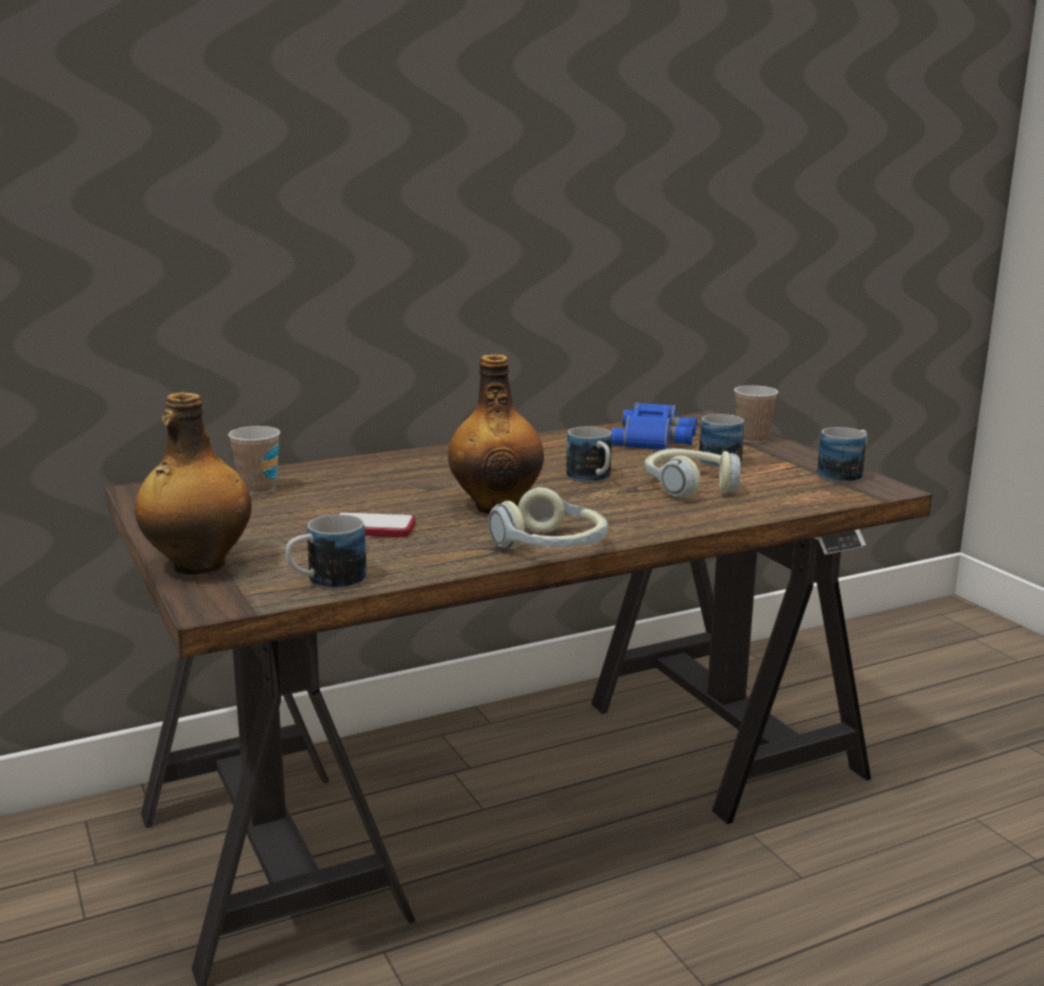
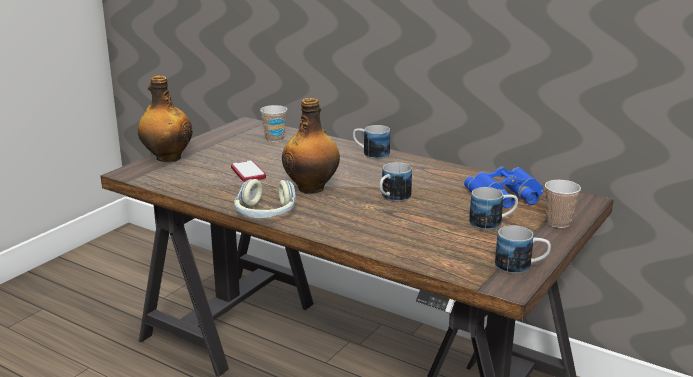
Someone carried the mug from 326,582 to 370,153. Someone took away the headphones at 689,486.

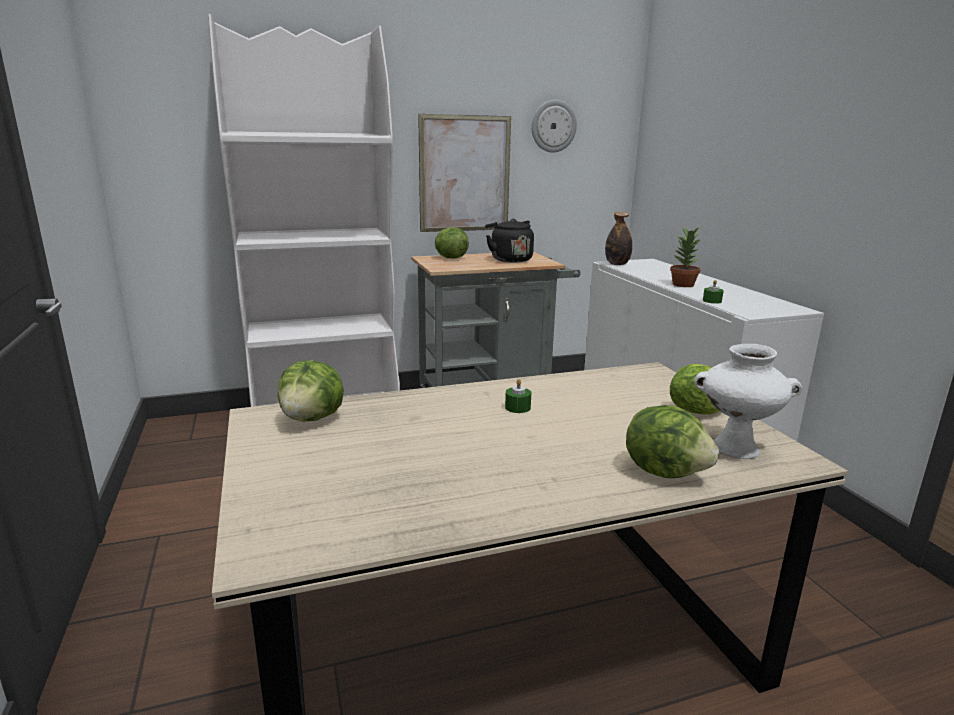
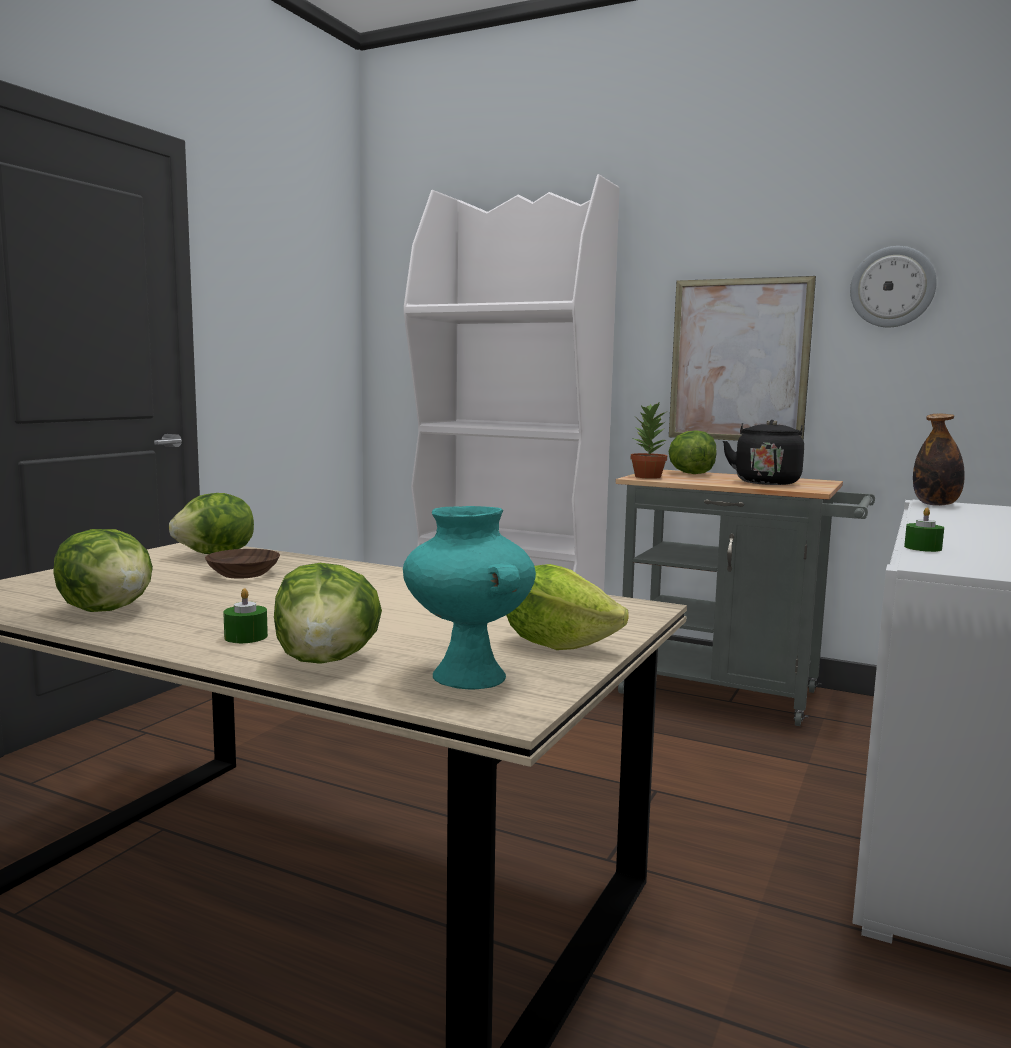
Someone carried the candle (green) from 517,407 to 246,637. Someone carried the houseplant from 683,285 to 647,477. Someone repainted the vase (whitish) at 734,448, which became the vase (turquoise-coloured) at 466,676. Someone put down the lettuce at 108,609. Someone put down the deep dish (brown-coloured) at 242,574.

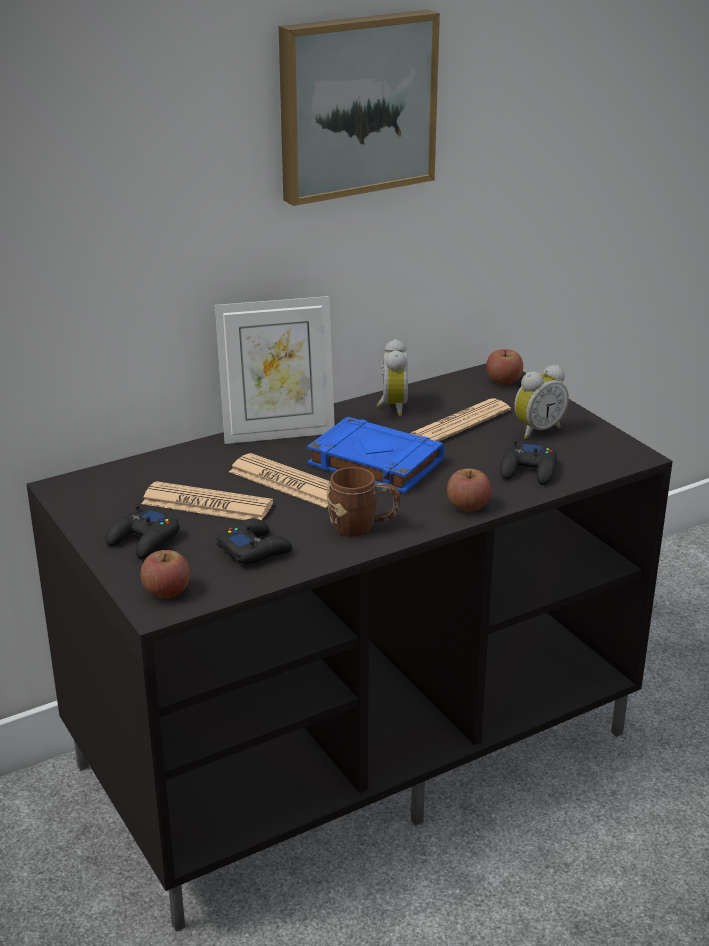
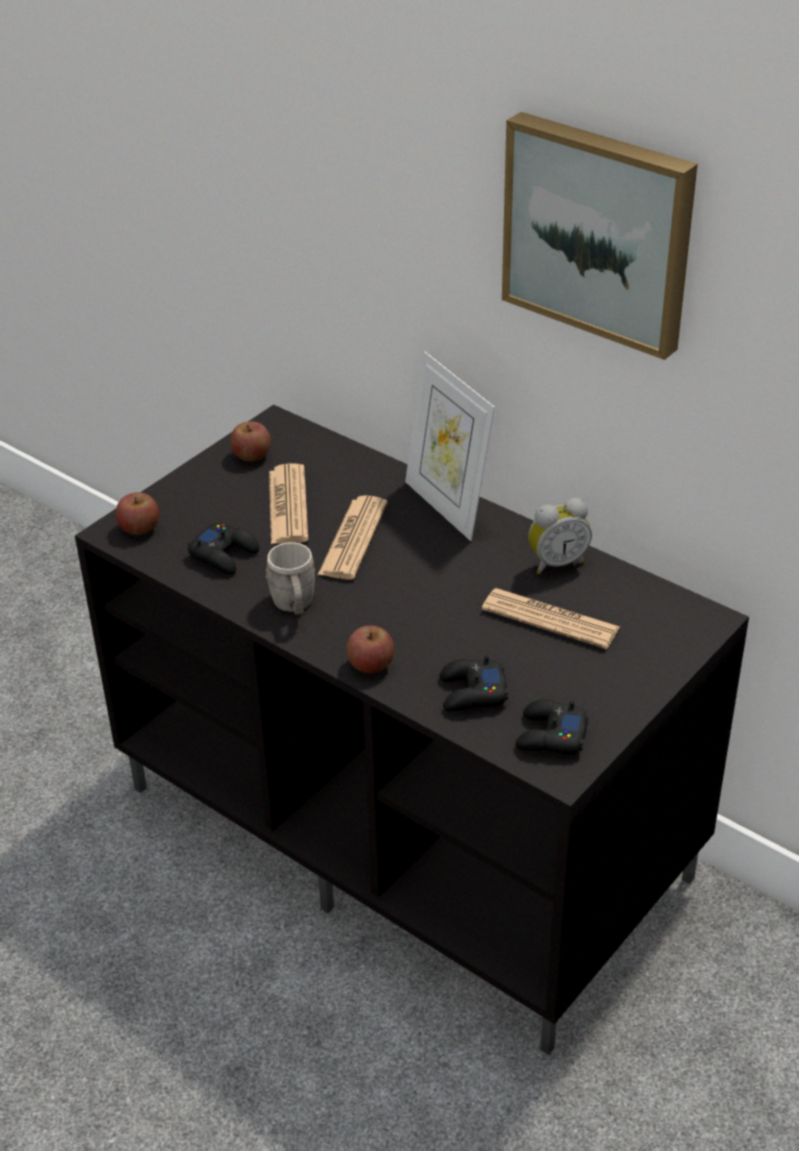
Someone carried the joypad (black) from 144,540 to 550,736. Someone took away the volume (blue-coloured) at 374,462. Someone repainted the mug (brown-coloured) at 363,527, which became the mug (gray) at 294,606. Someone carried the apple from 503,381 to 251,455. Someone took away the table clock at 536,430.

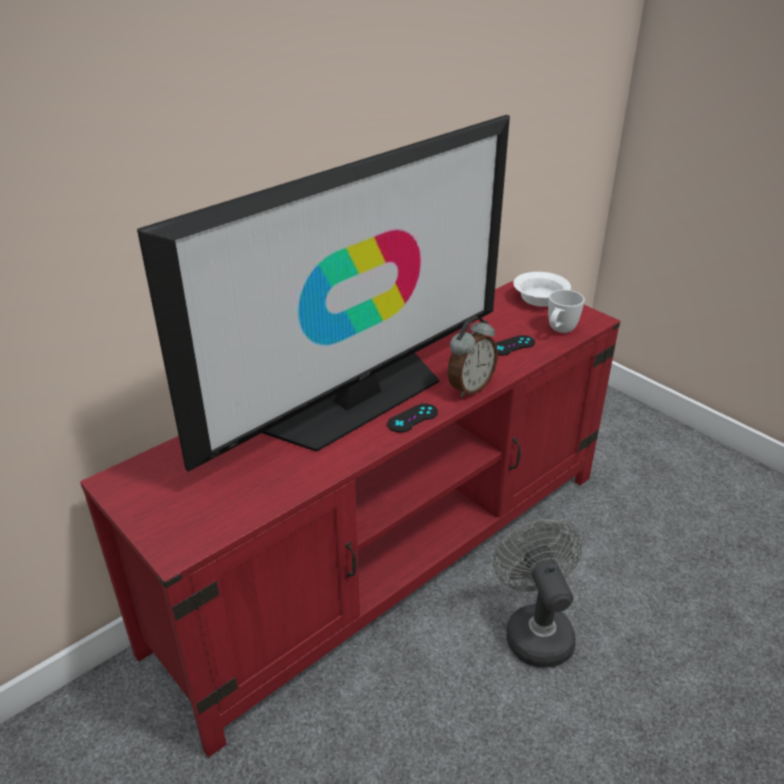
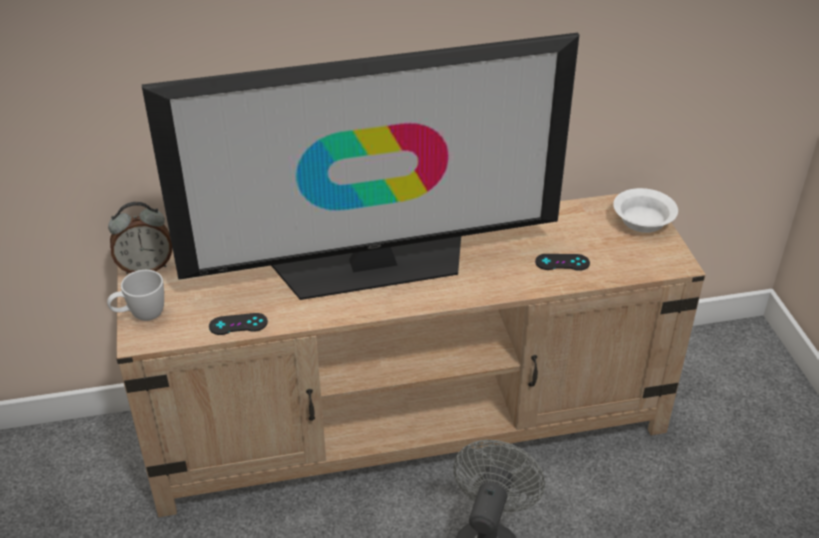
Someone repainted the tv stand (red-coloured) at 391,555, which became the tv stand (beige) at 411,424. Someone carried the joypad (black) from 412,418 to 238,324. Someone carried the table clock from 469,387 to 146,267. Someone carried the mug (whitish) from 559,331 to 140,316.

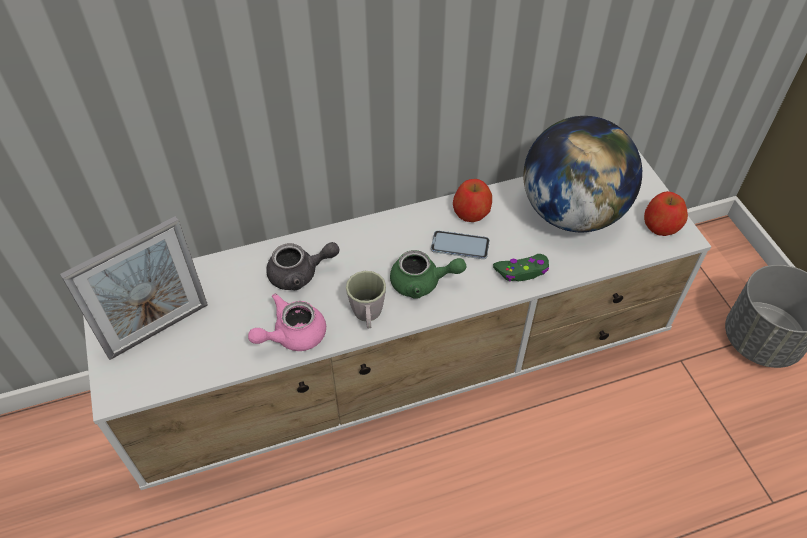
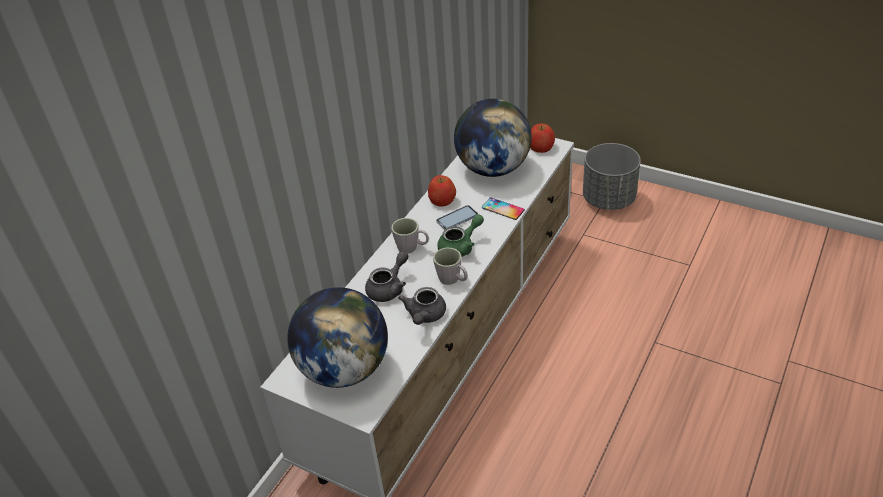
Someone swapped the photo frame at 158,330 for the world globe at 344,369. Someone repainted the pot for tea (pinkish) at 292,335, which became the pot for tea (gray) at 425,316. Someone swapped the joypad (green) at 522,271 for the telephone at 503,209. Someone put down the mug (gray) at 412,247.

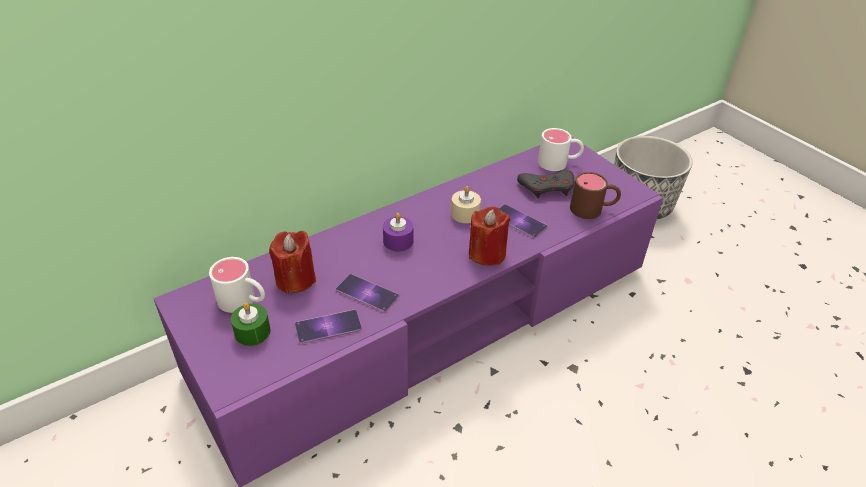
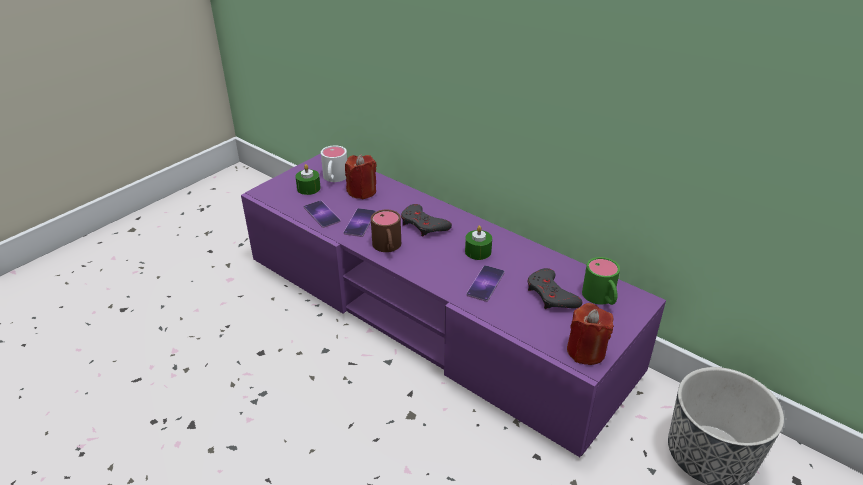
Someone swapped the candle (purple) at 398,241 for the joypad (gray) at 424,225. Someone repainted the candle (beige) at 465,214, which became the candle (green) at 478,251. Someone carried the candle (red-coloured) from 487,253 to 586,351. Someone repainted the mug (whitish) at 559,163, which became the mug (green) at 601,299. Someone carried the mug (brown-coloured) from 593,209 to 387,247.

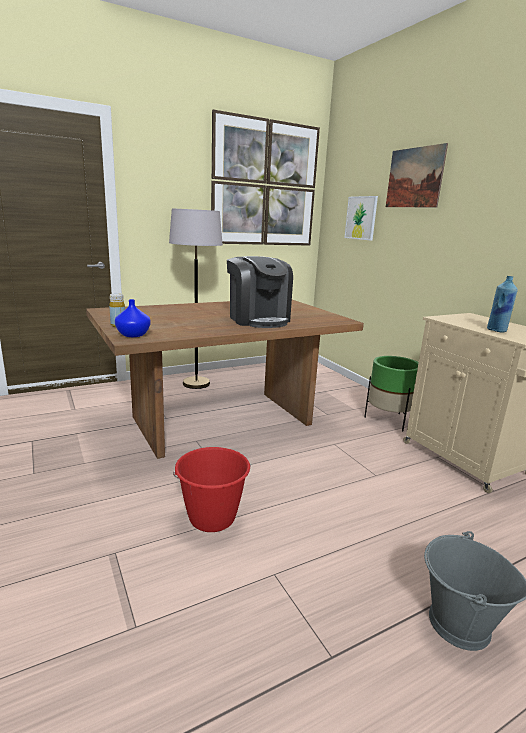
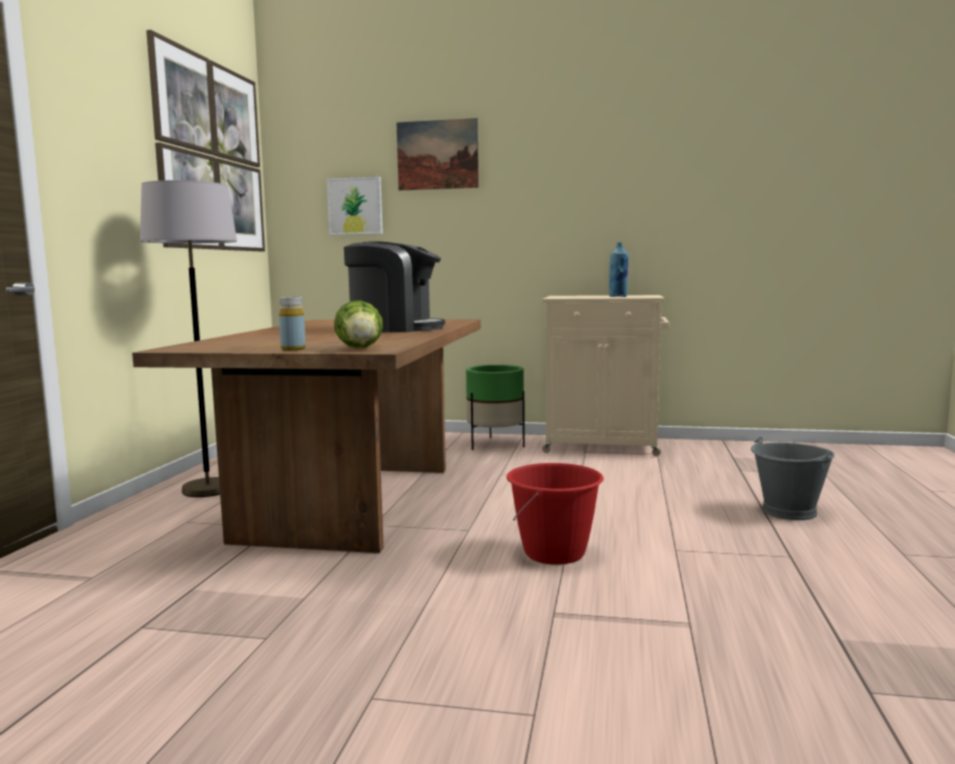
Someone swapped the vase (blue-coloured) at 134,335 for the lettuce at 361,348.

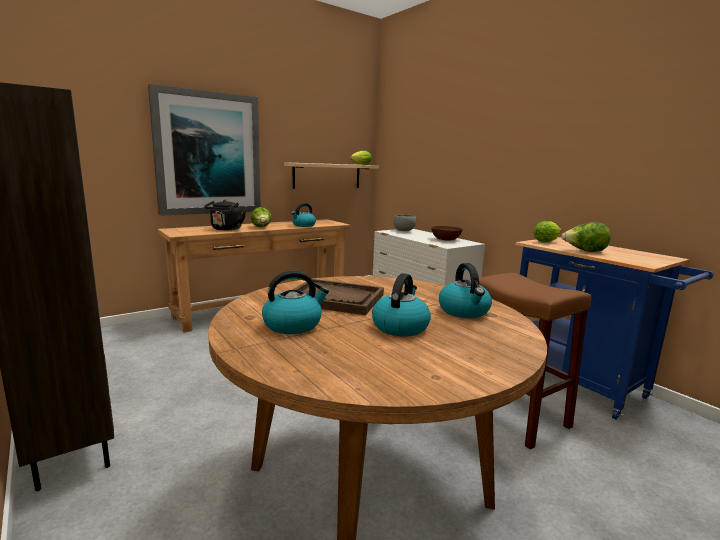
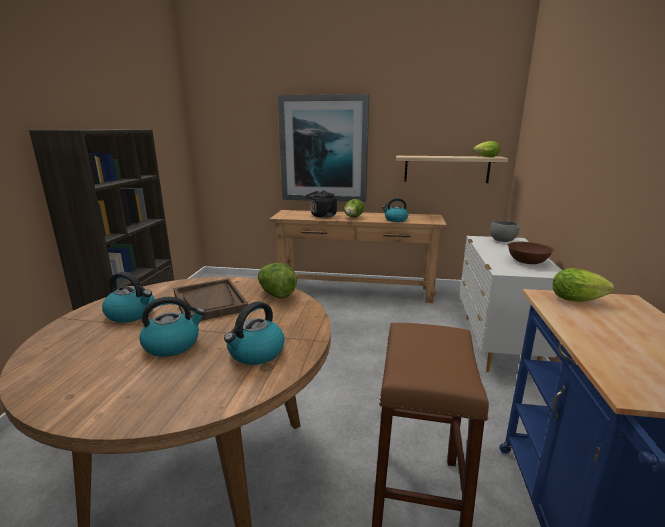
Someone carried the lettuce from 584,251 to 276,294.

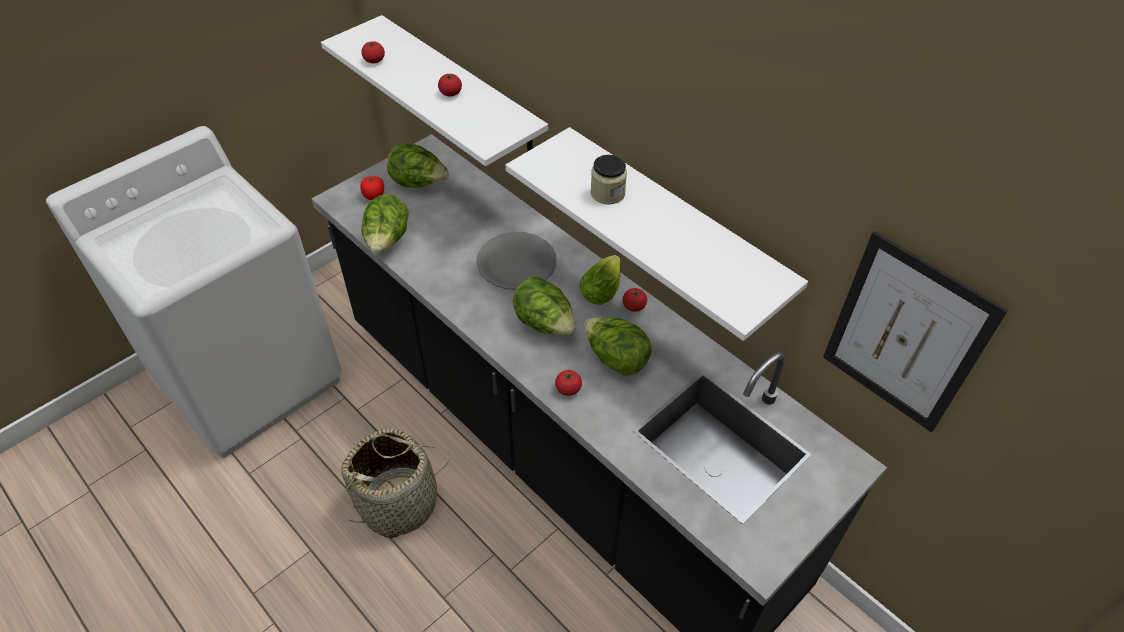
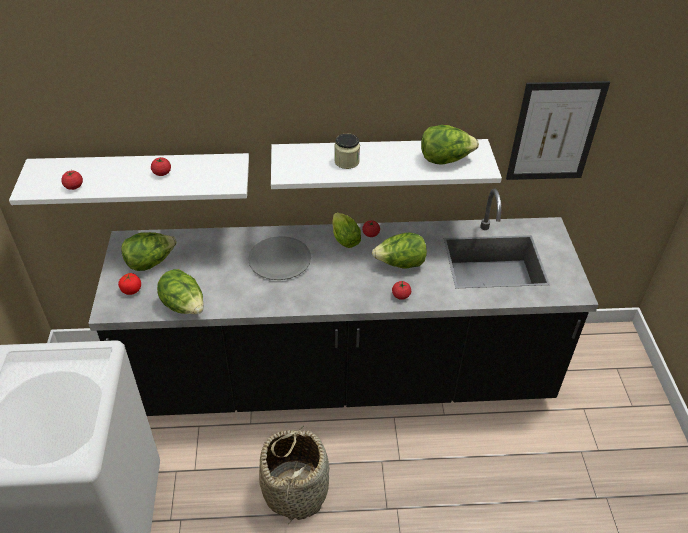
Someone carried the lettuce from 545,324 to 445,160.

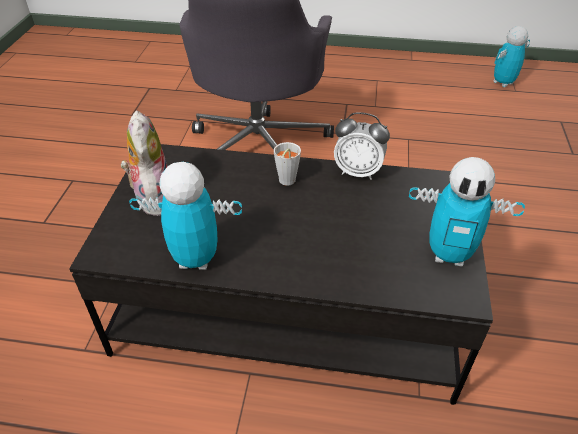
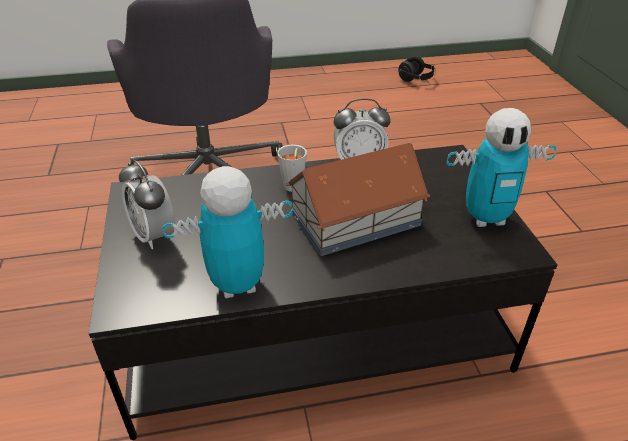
Someone swapped the soft toy at 153,198 for the table clock at 154,235. Someone swapped the toy robot at 503,83 for the headphones (black) at 416,79. Someone put down the toy house at 357,219.

